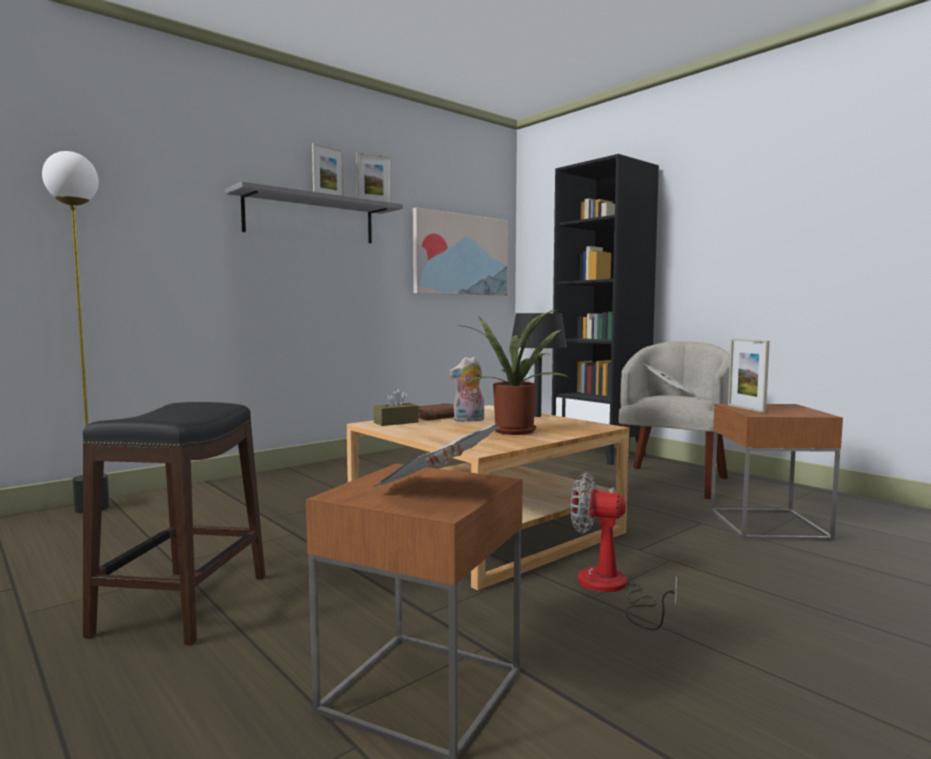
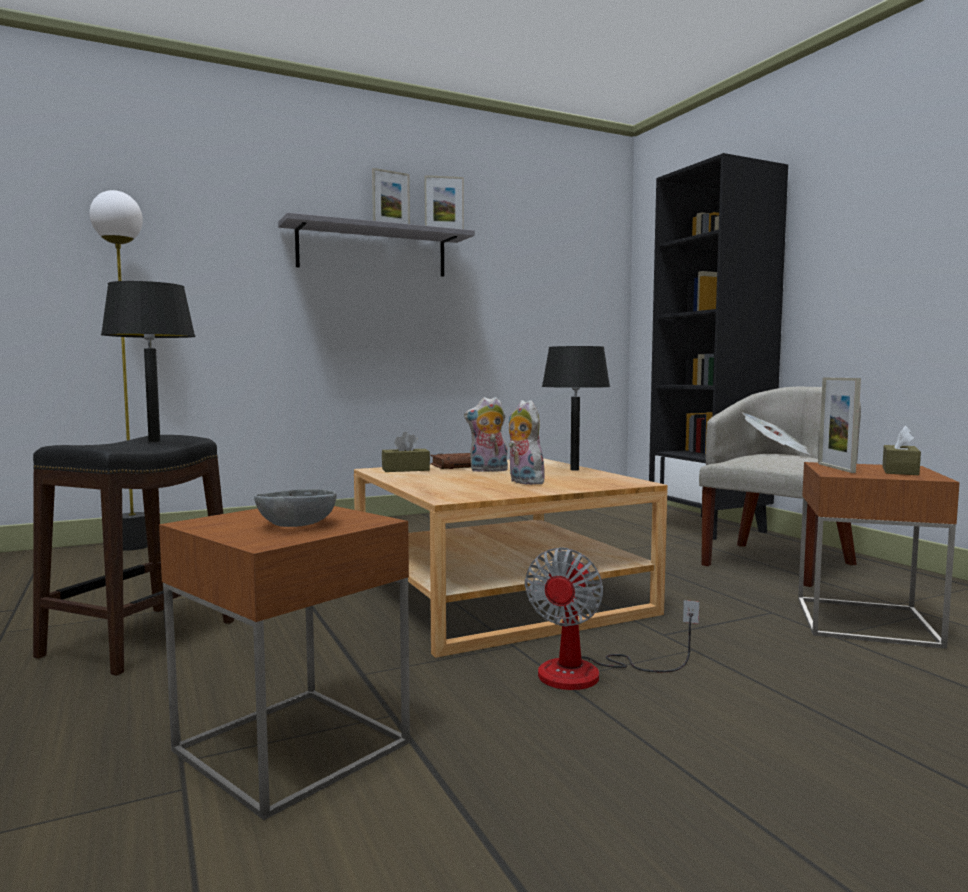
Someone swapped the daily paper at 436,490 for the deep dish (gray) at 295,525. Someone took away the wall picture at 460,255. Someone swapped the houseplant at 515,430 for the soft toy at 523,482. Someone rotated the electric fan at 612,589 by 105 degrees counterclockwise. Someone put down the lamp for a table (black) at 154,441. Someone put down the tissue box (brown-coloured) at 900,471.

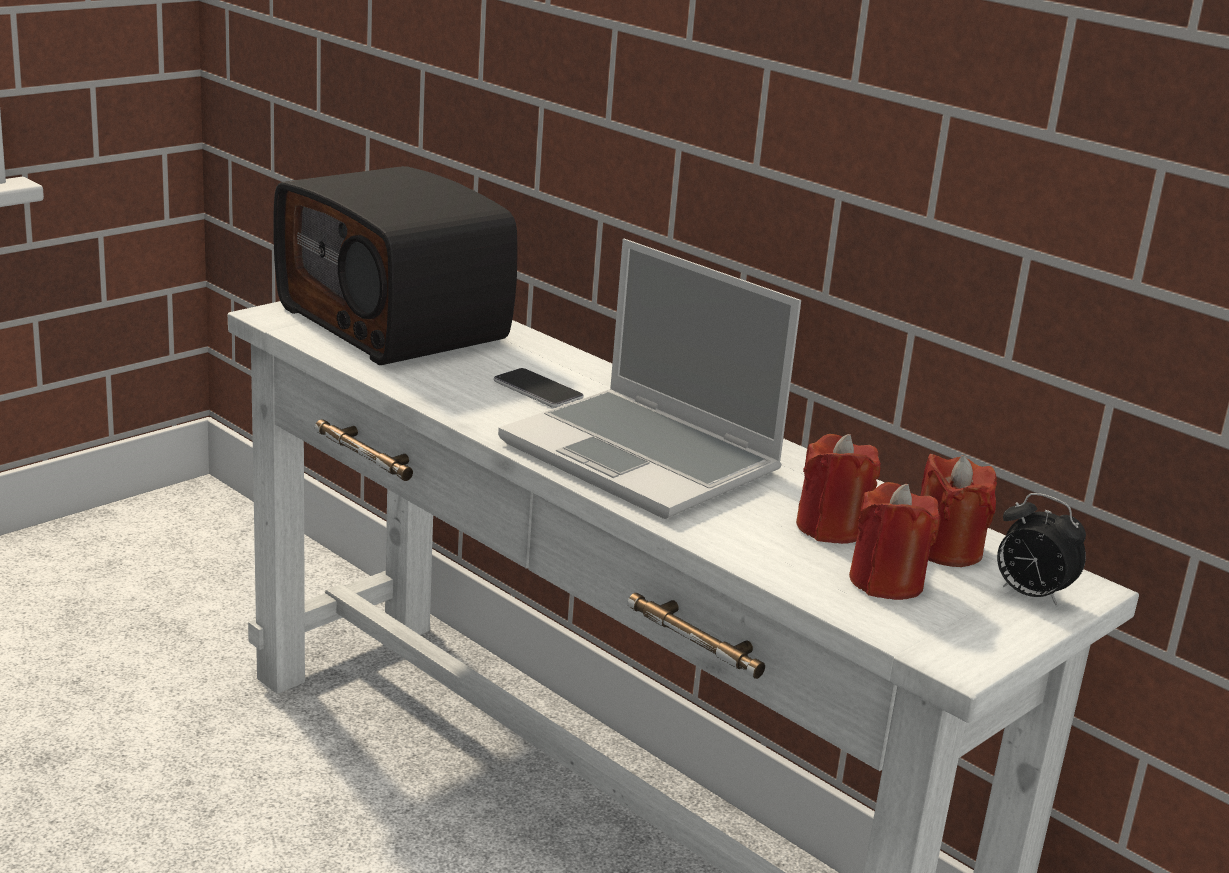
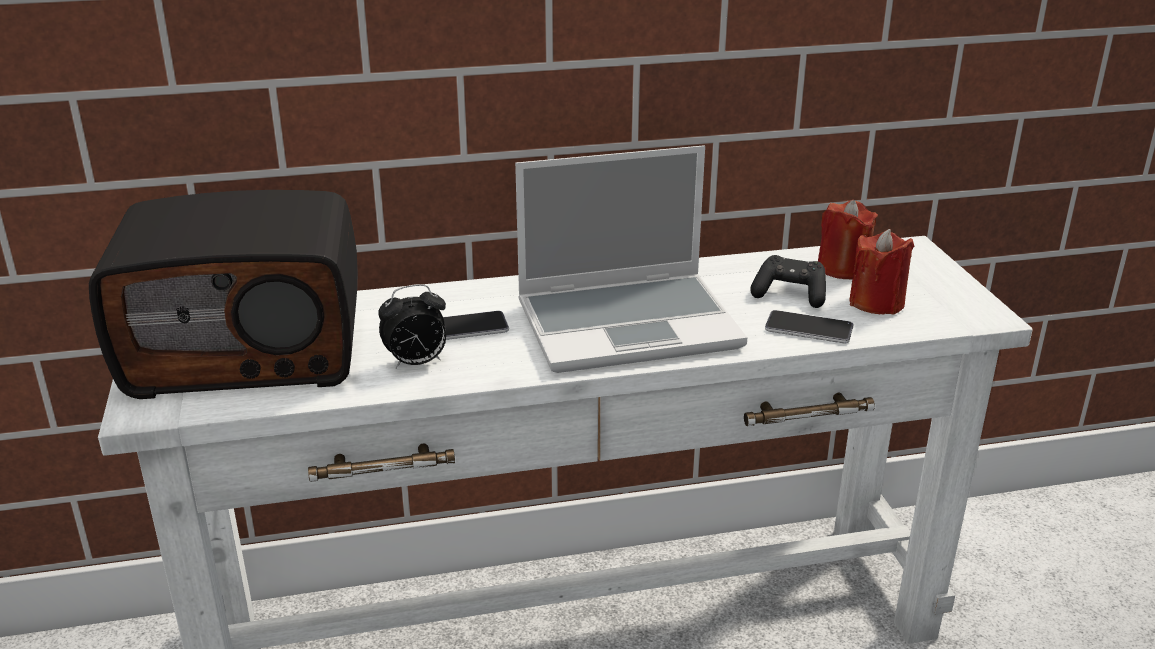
Someone swapped the candle (red-coloured) at 831,528 for the joypad (black) at 790,294. Someone carried the table clock from 1029,595 to 416,363. Someone put down the telephone at 808,329.

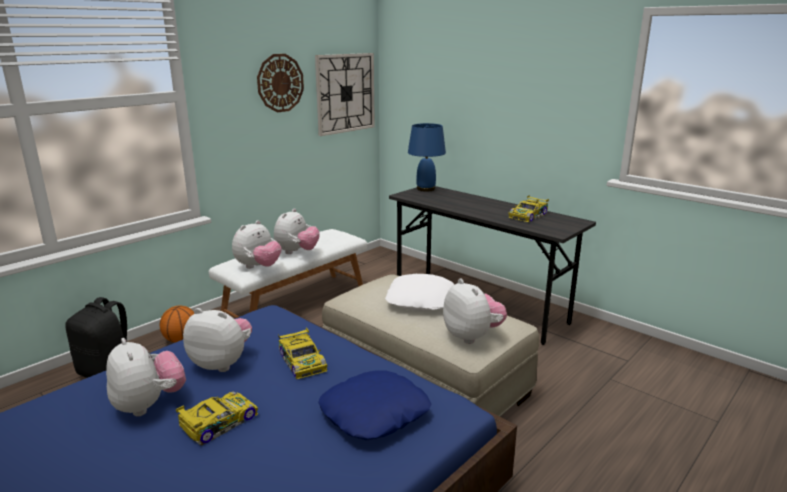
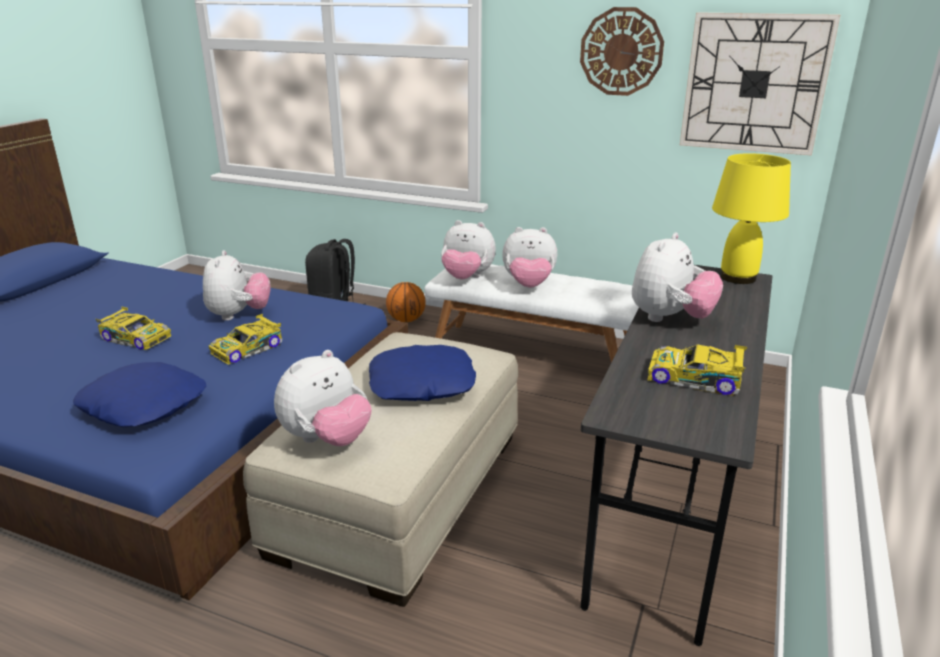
Someone carried the soft toy from 149,405 to 670,319. Someone repainted the pillow (whitish) at 421,300, which became the pillow (blue-coloured) at 422,384. Someone repainted the lamp for a table (blue-coloured) at 426,189, which became the lamp for a table (yellow) at 739,278.

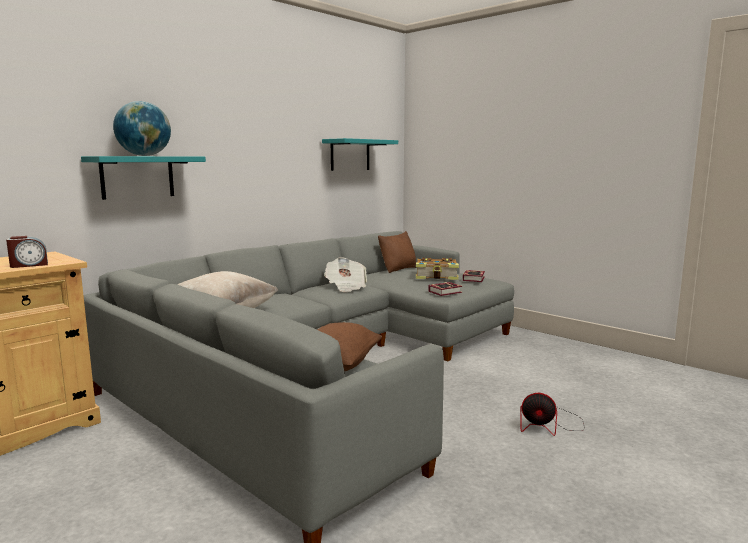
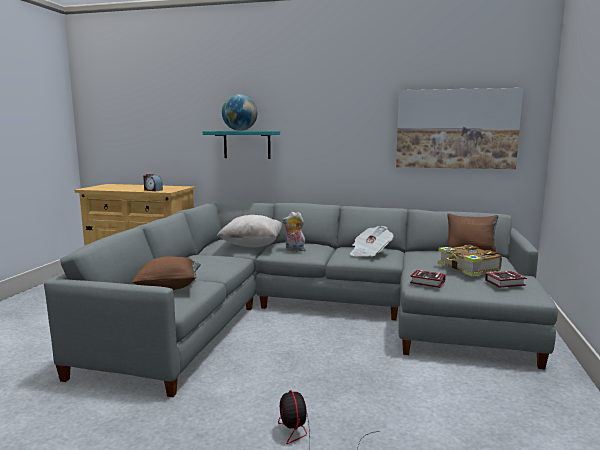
Someone swapped the wall shelf (turquoise-coloured) at 350,155 for the wall picture at 456,129. Someone put down the soft toy at 294,250.

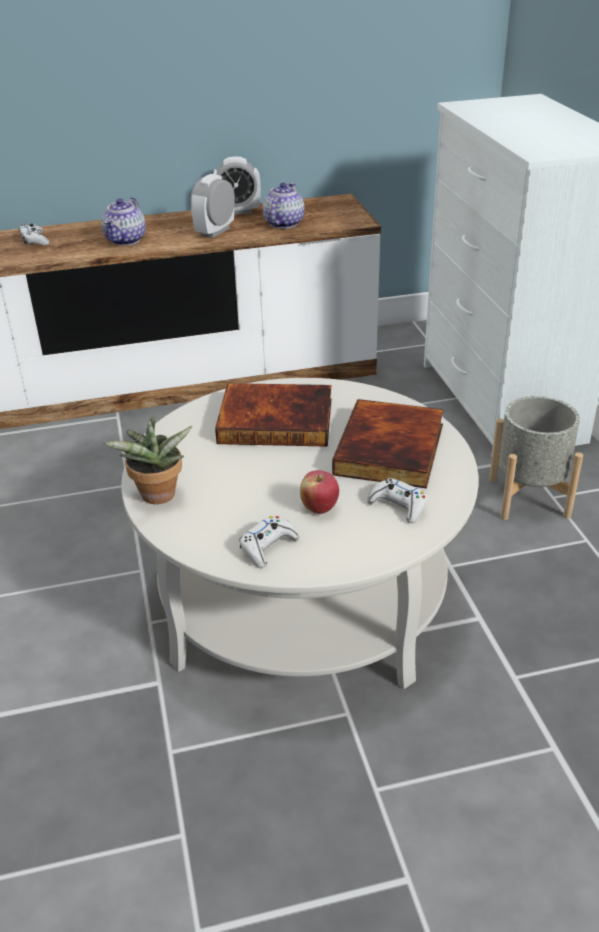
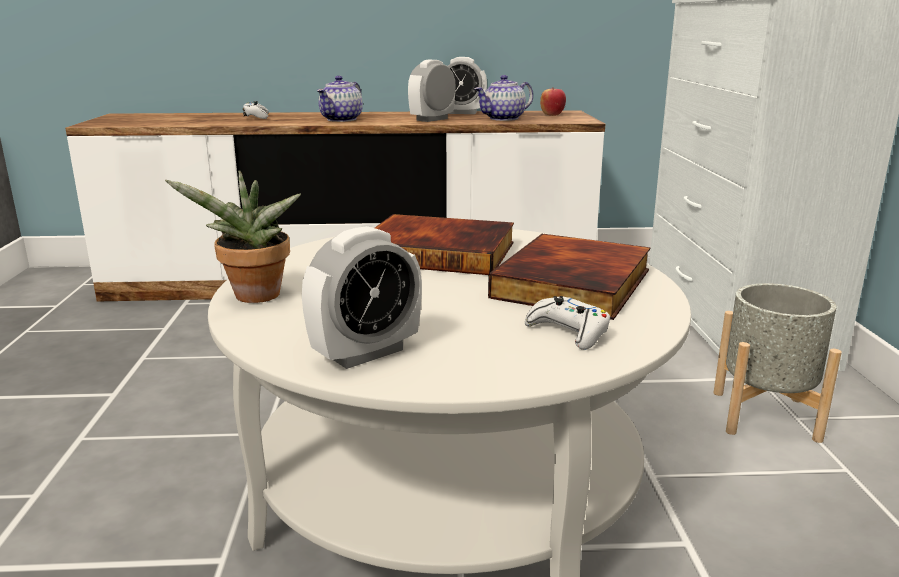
Someone swapped the joypad (whitish) at 268,547 for the table clock at 366,353. Someone rotated the pot for tea at 283,223 by 150 degrees counterclockwise. Someone carried the apple from 319,508 to 552,115.

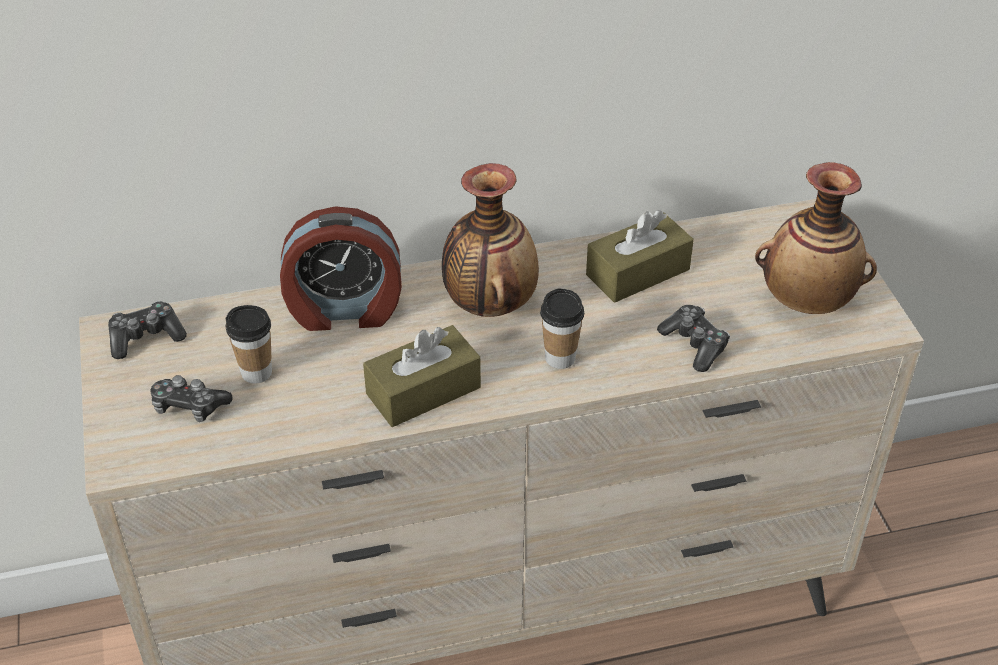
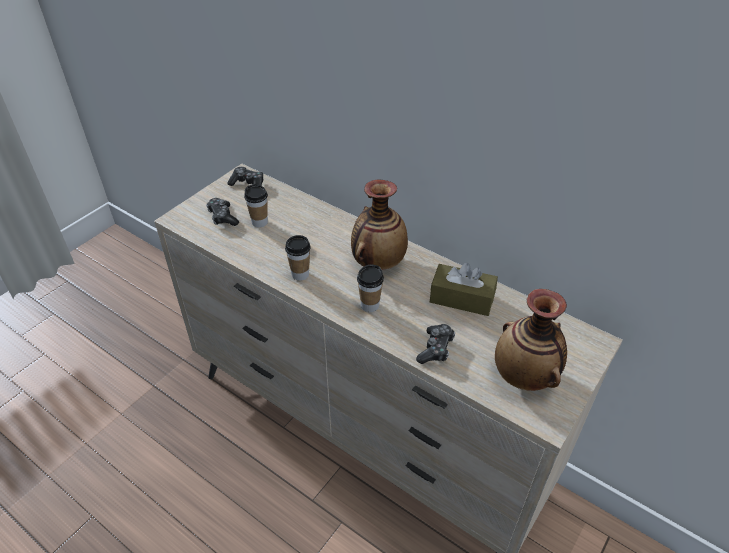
Someone took away the table clock at 344,311. Someone swapped the tissue box (brown-coloured) at 423,391 for the cup at 300,274.

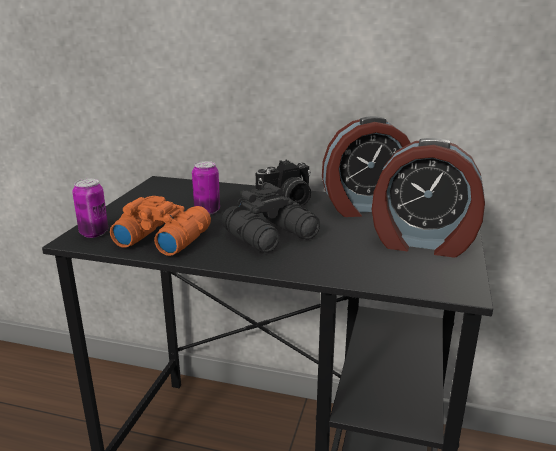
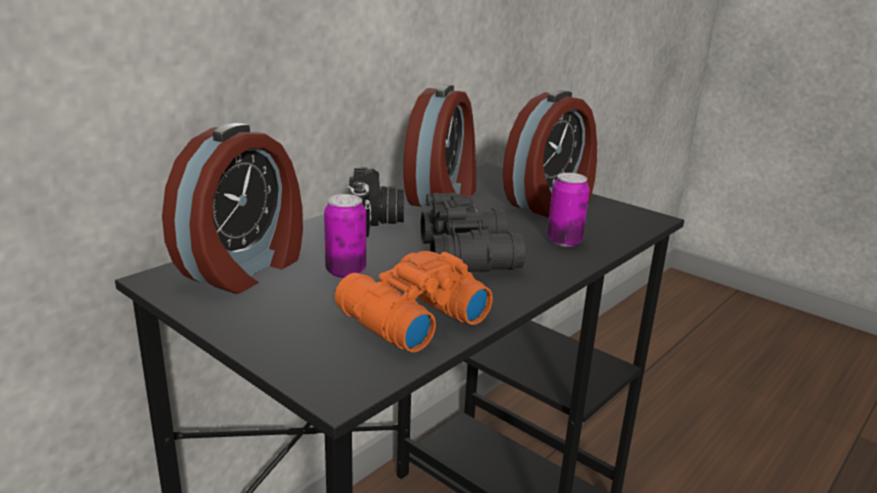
Someone carried the metal can from 94,233 to 564,241. Someone put down the table clock at 246,268.

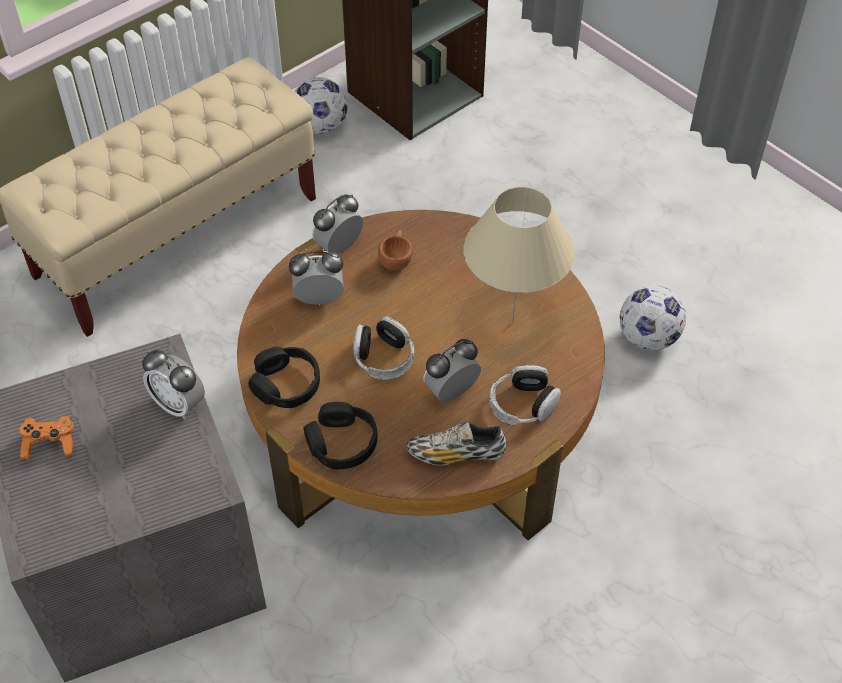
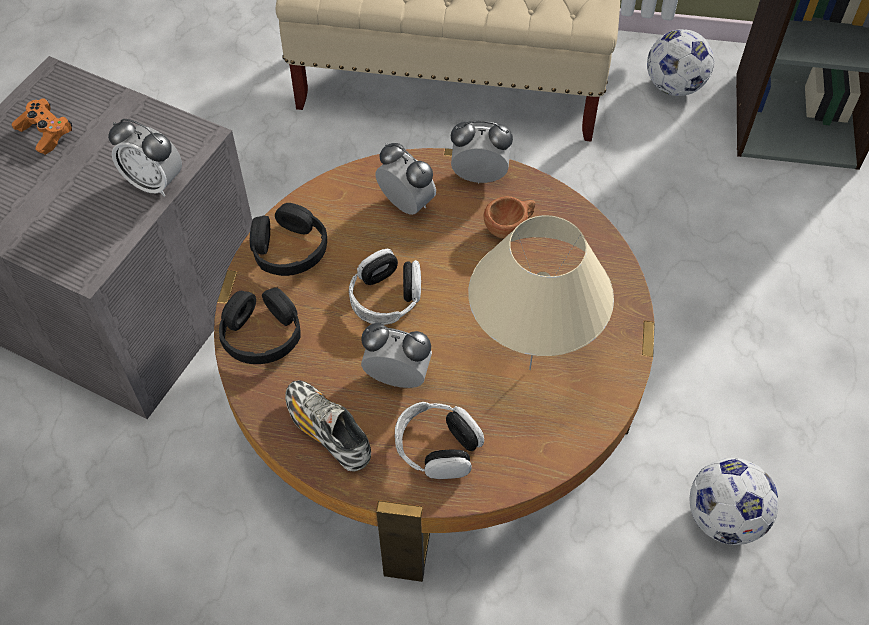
Someone rotated the table clock at 178,404 by 60 degrees counterclockwise.

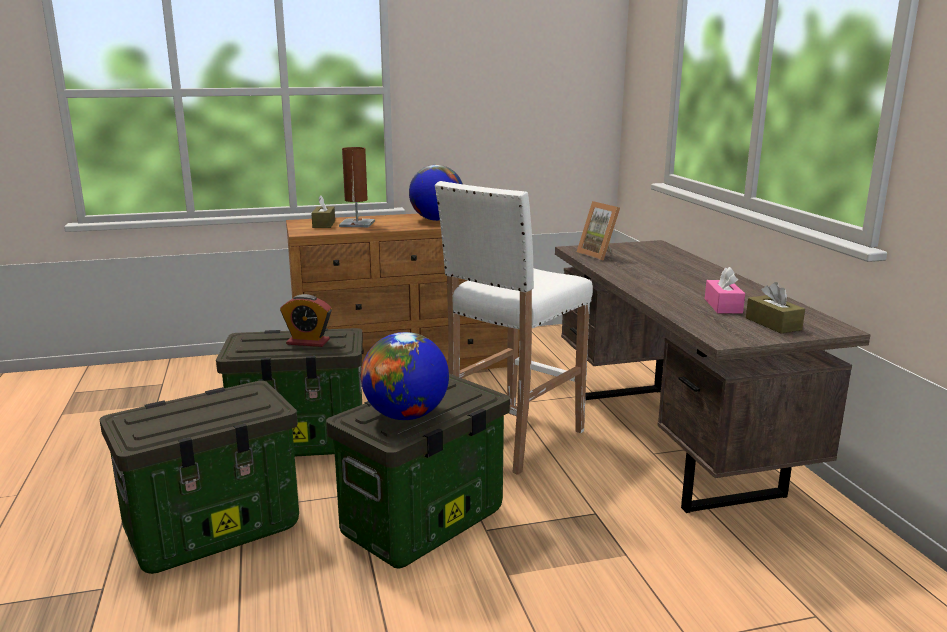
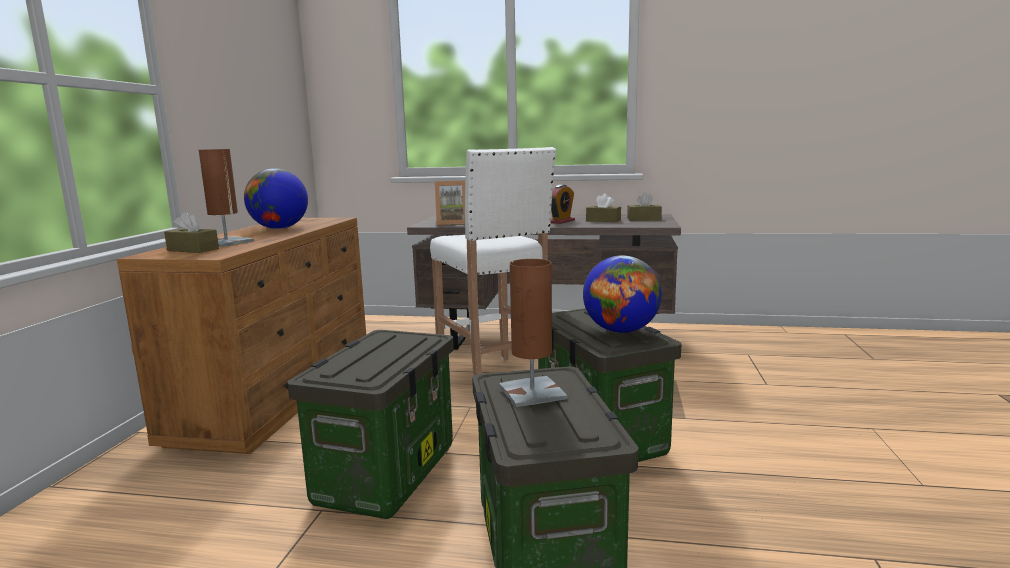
Someone carried the table clock from 308,342 to 561,221. Someone repainted the tissue box (pinkish) at 723,306, which became the tissue box (brown-coloured) at 603,220. Someone put down the lamp for a table (brown-coloured) at 532,392.

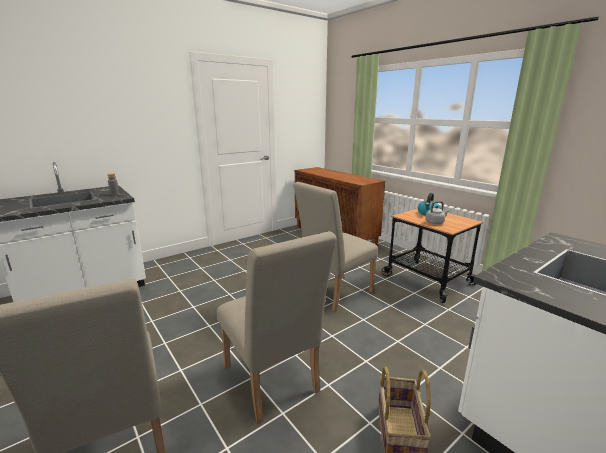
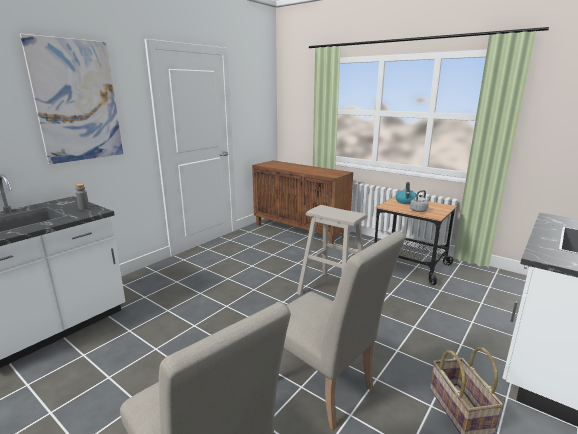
Someone swapped the upright chair (beige) at 333,293 for the stool (beige) at 332,290. Someone put up the wall picture at 77,101.

